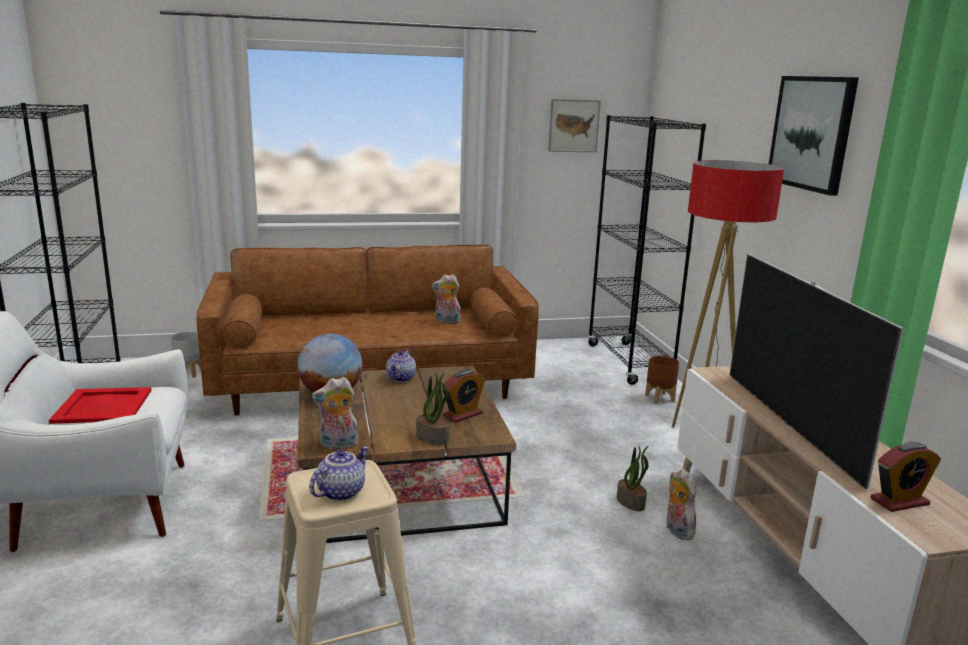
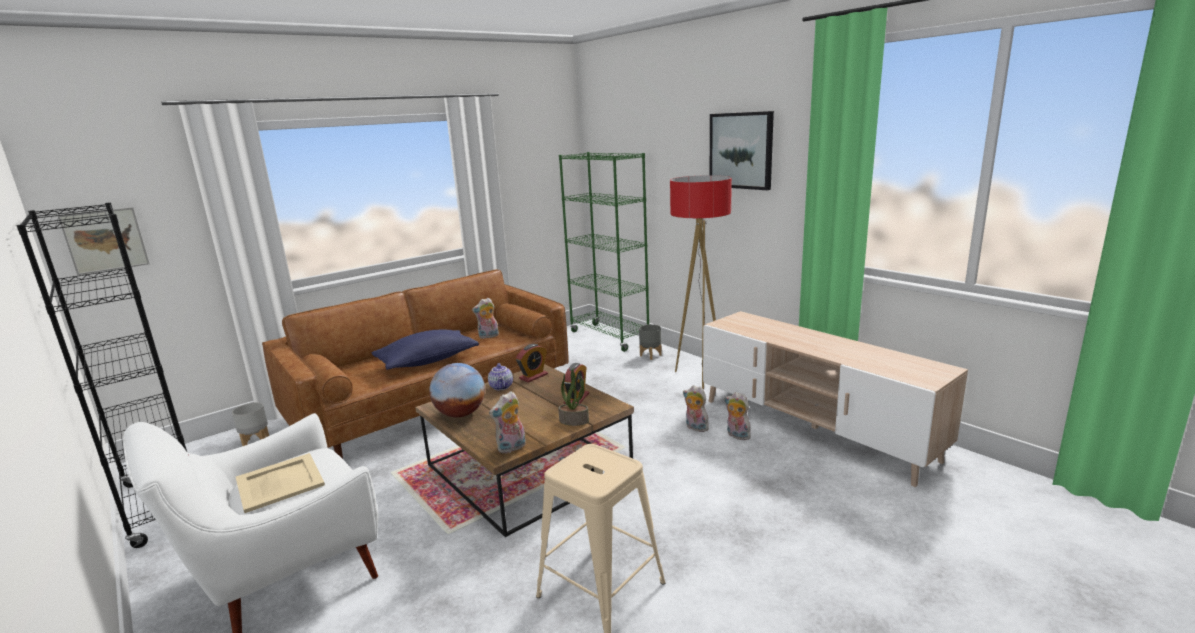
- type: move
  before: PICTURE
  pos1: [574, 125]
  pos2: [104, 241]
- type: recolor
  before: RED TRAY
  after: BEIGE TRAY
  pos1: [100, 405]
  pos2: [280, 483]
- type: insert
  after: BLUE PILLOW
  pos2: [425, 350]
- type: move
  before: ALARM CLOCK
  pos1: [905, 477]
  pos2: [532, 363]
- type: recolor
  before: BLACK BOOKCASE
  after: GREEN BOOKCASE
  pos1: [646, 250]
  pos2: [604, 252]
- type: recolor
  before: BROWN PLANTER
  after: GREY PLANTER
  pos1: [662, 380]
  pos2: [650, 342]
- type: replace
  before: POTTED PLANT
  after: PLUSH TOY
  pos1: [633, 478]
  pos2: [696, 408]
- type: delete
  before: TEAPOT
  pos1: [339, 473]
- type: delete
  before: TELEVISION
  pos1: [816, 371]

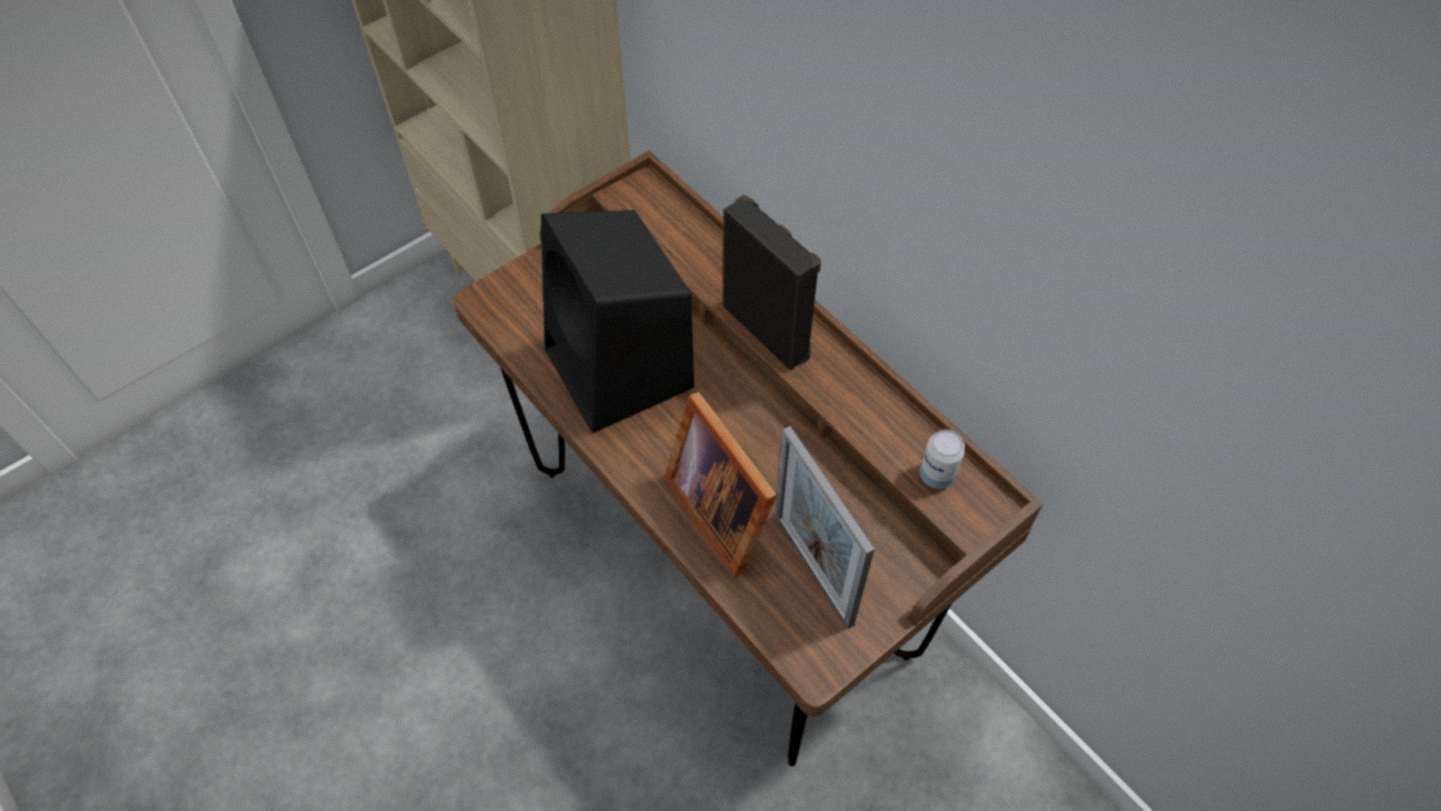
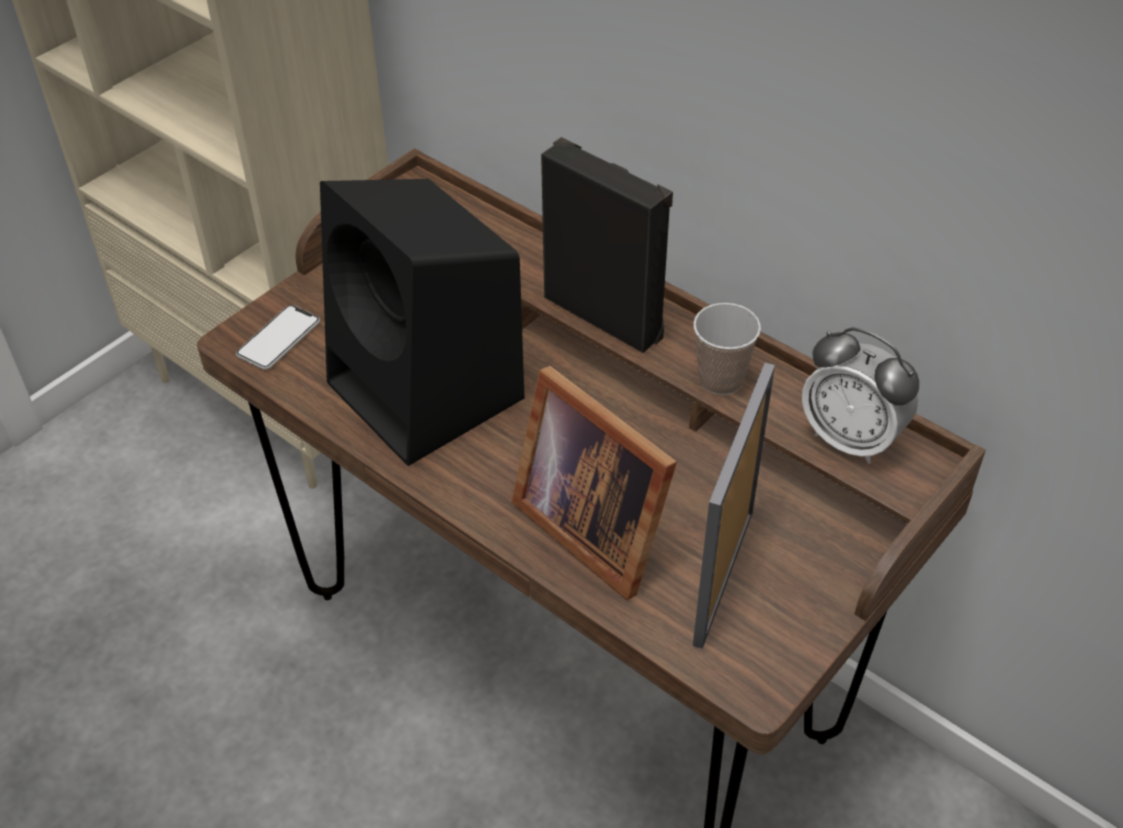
- type: insert
  after: PHONE
  pos2: [278, 337]
- type: insert
  after: CUP
  pos2: [727, 349]
- type: rotate
  before: PICTURE FRAME
  pos1: [825, 527]
  pos2: [734, 506]
  turn: 60
- type: replace
  before: CAN
  after: ALARM CLOCK
  pos1: [942, 459]
  pos2: [860, 395]

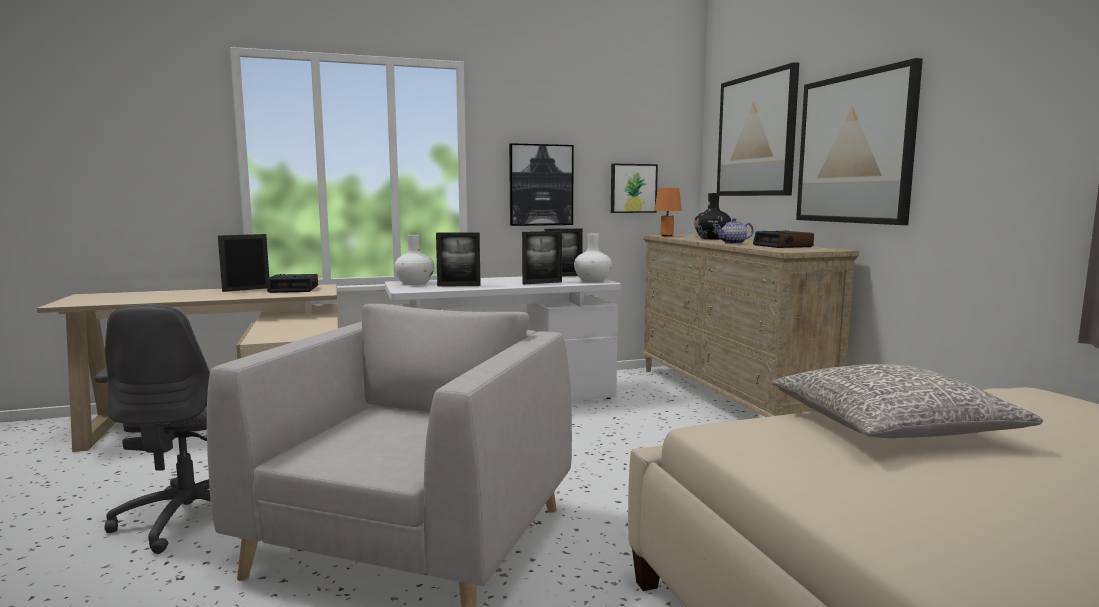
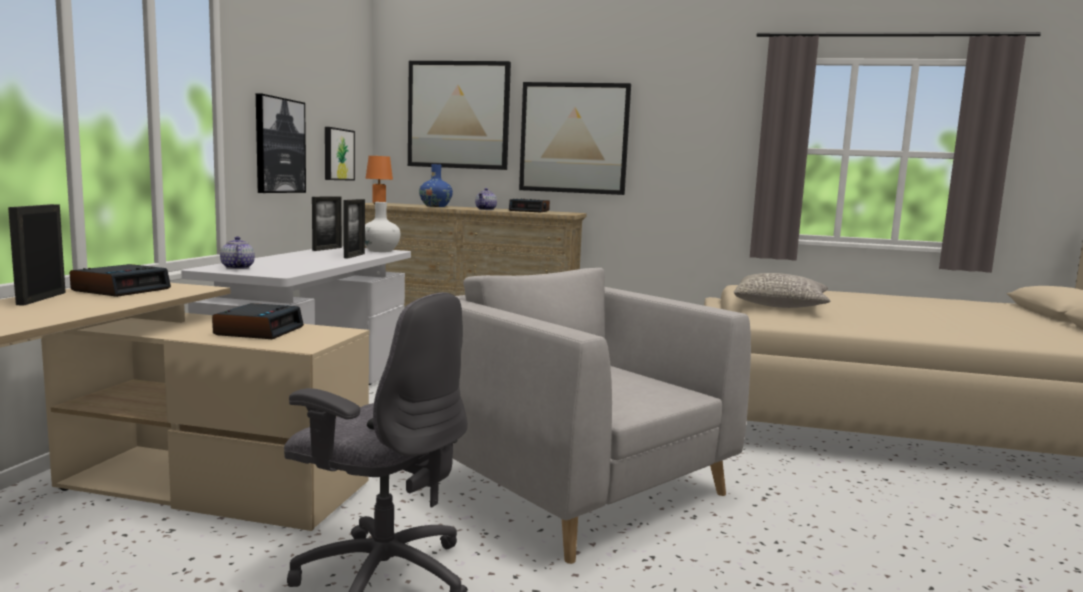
- type: insert
  after: ALARM CLOCK
  pos2: [258, 321]
- type: replace
  before: WHITE VASE
  after: TEAPOT
  pos1: [414, 260]
  pos2: [237, 252]
- type: recolor
  before: BLACK VASE
  after: BLUE VASE
  pos1: [712, 216]
  pos2: [436, 185]
- type: delete
  before: PICTURE FRAME
  pos1: [458, 259]

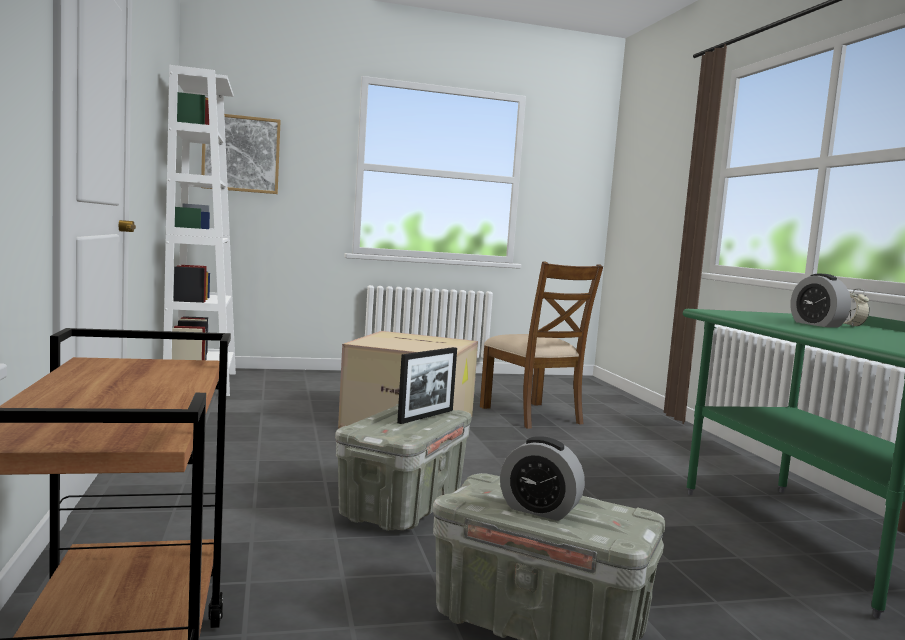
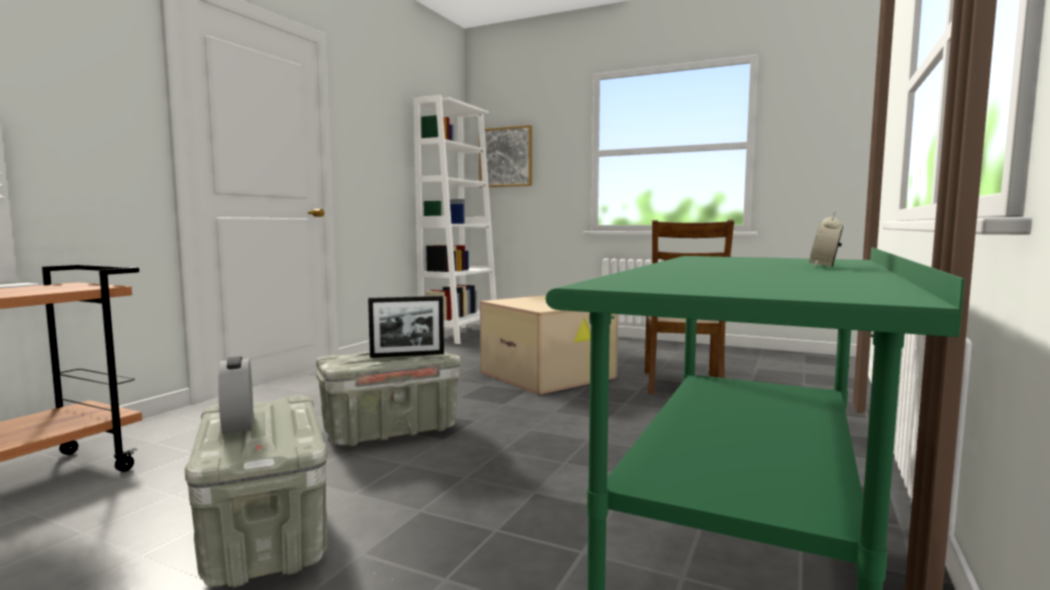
- type: delete
  before: ALARM CLOCK
  pos1: [820, 300]

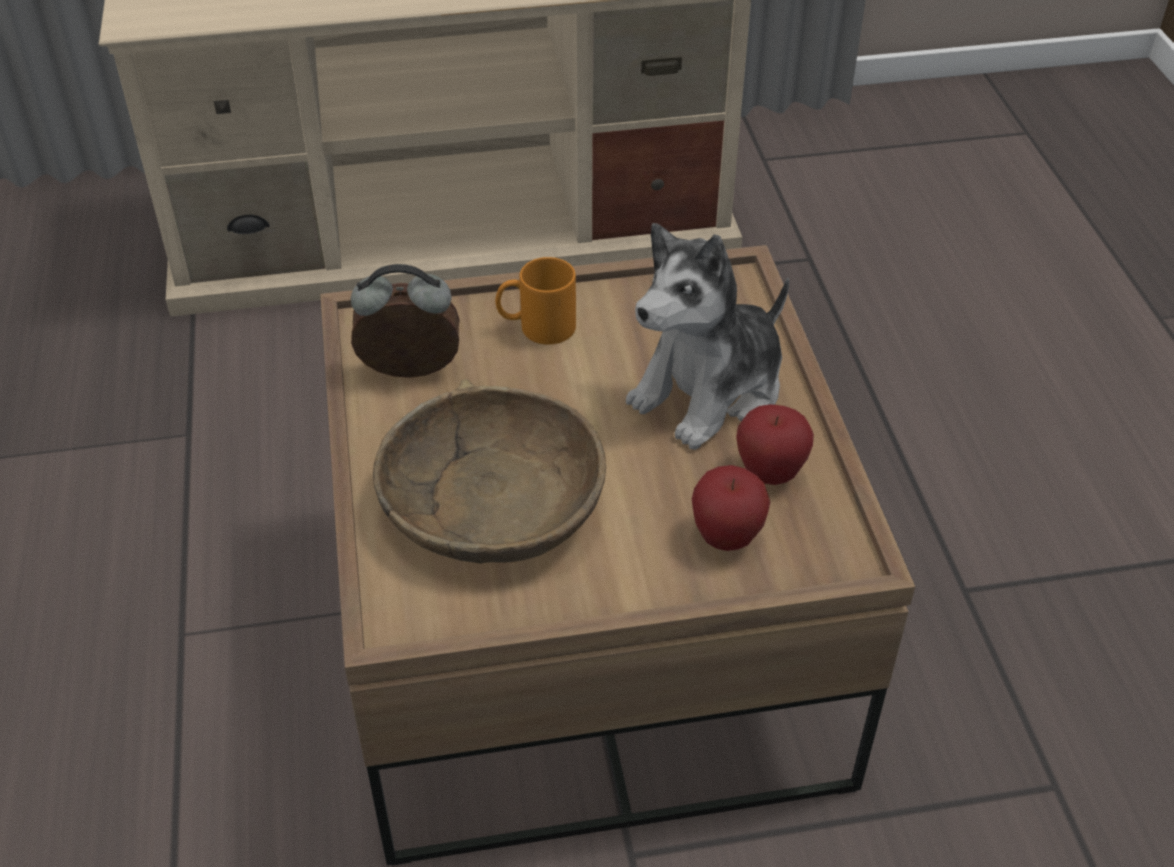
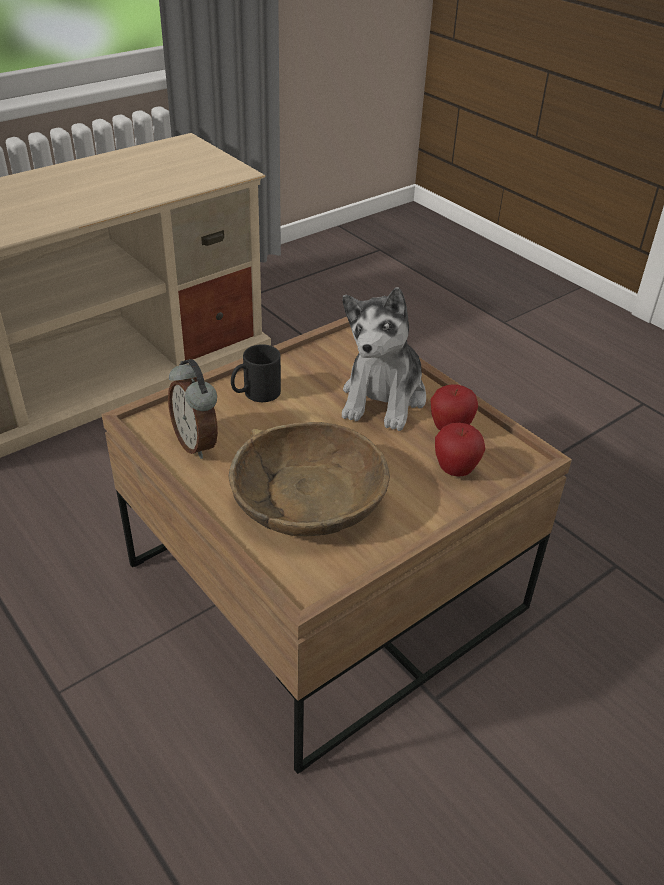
- type: rotate
  before: ALARM CLOCK
  pos1: [405, 321]
  pos2: [193, 409]
  turn: -90
- type: recolor
  before: ORANGE MUG
  after: BLACK MUG
  pos1: [535, 301]
  pos2: [256, 373]

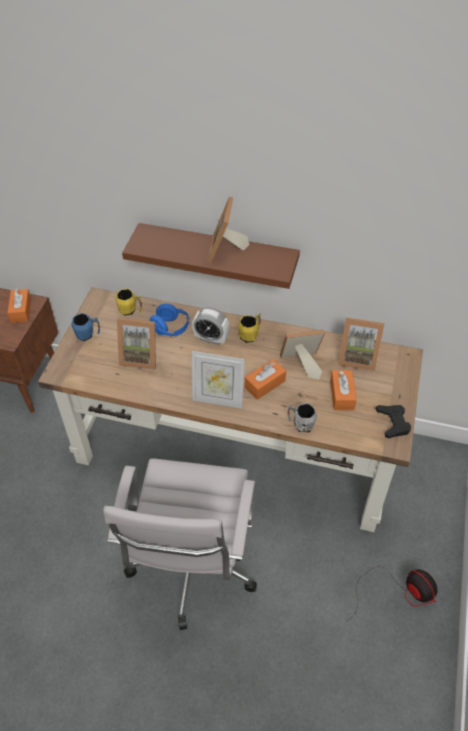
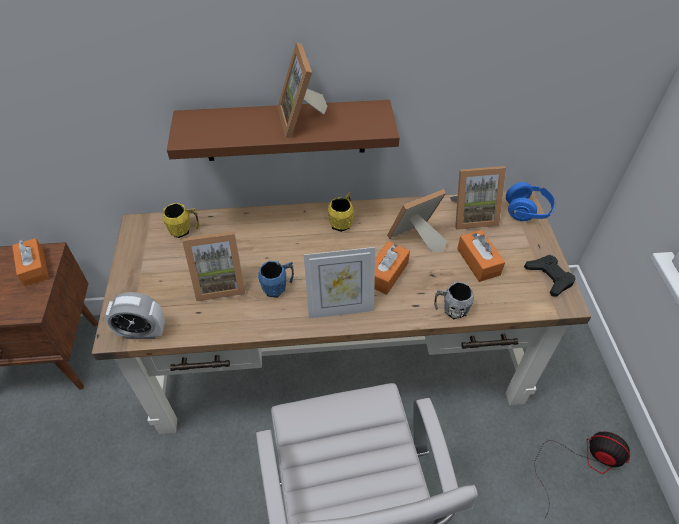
- type: move
  before: ALARM CLOCK
  pos1: [211, 326]
  pos2: [135, 315]
- type: move
  before: BLUE MUG
  pos1: [86, 327]
  pos2: [276, 279]
- type: move
  before: BLUE HEADPHONES
  pos1: [169, 320]
  pos2: [531, 201]

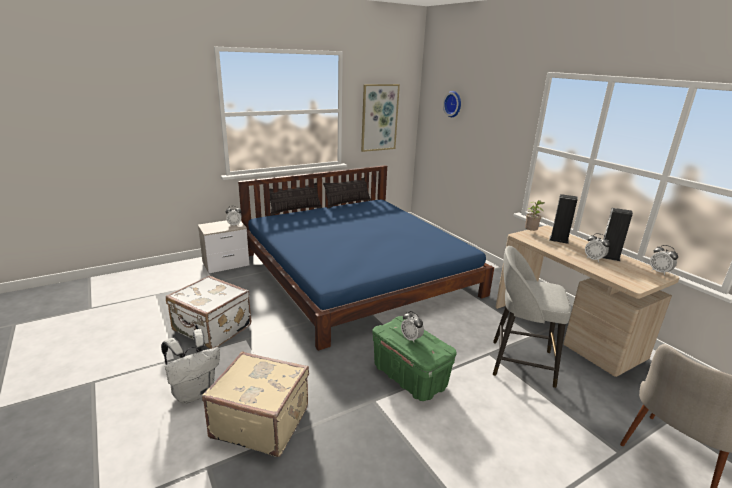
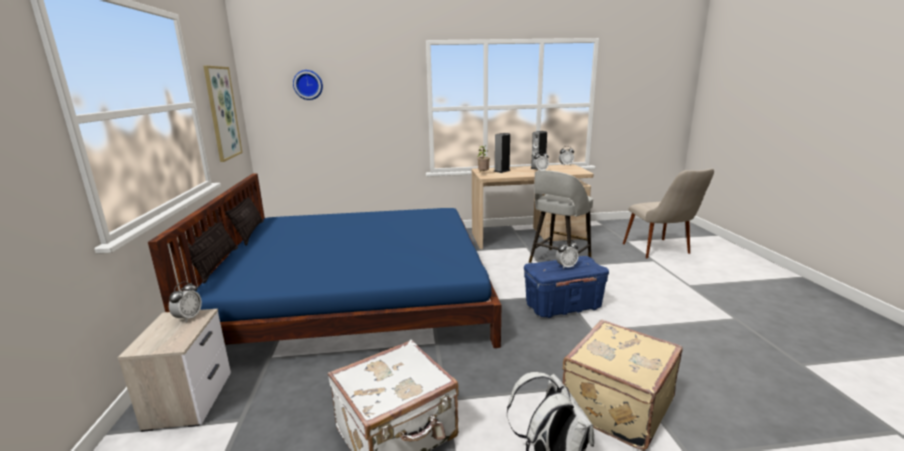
- type: recolor
  before: GREEN STORAGE BOX
  after: BLUE STORAGE BOX
  pos1: [414, 358]
  pos2: [566, 287]

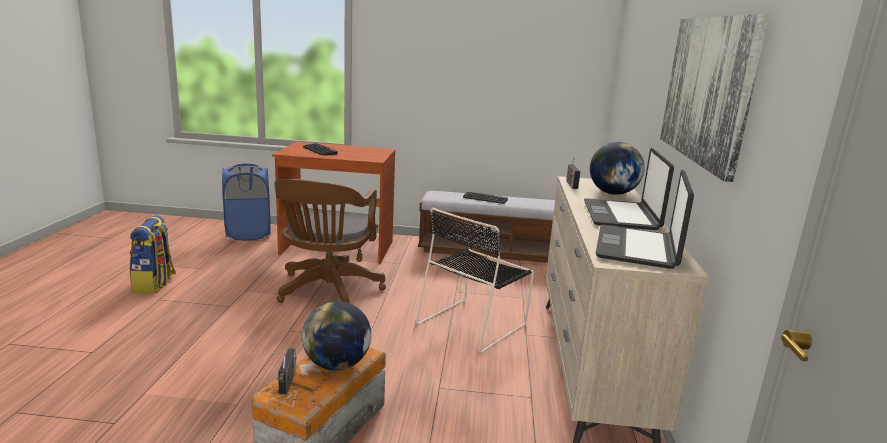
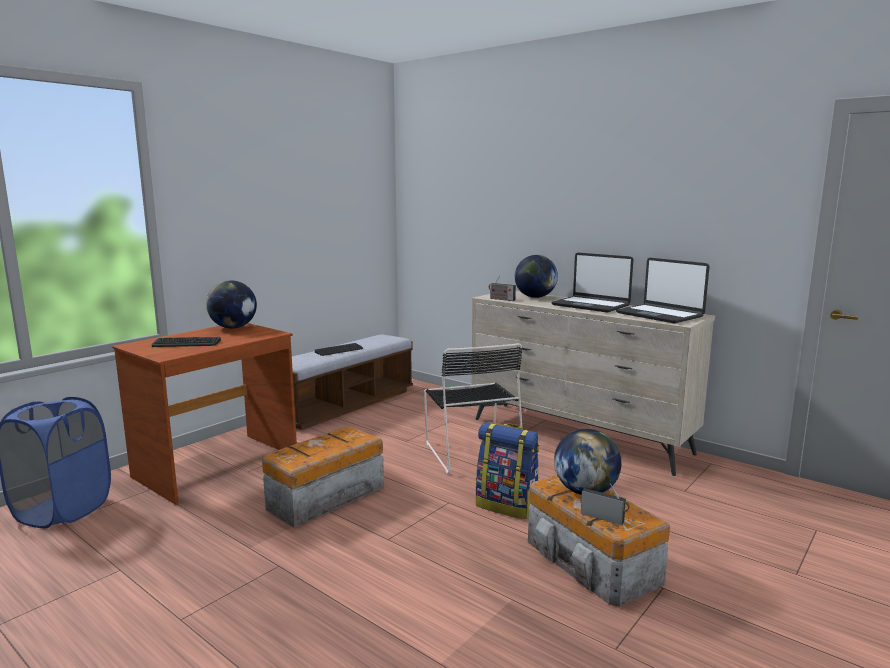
- type: insert
  after: GLOBE
  pos2: [231, 304]
- type: replace
  before: BROWN OFFICE CHAIR
  after: STORAGE BOX
  pos1: [330, 241]
  pos2: [323, 477]
- type: move
  before: BACKPACK
  pos1: [152, 254]
  pos2: [508, 471]
- type: delete
  before: PICTURE
  pos1: [715, 98]

